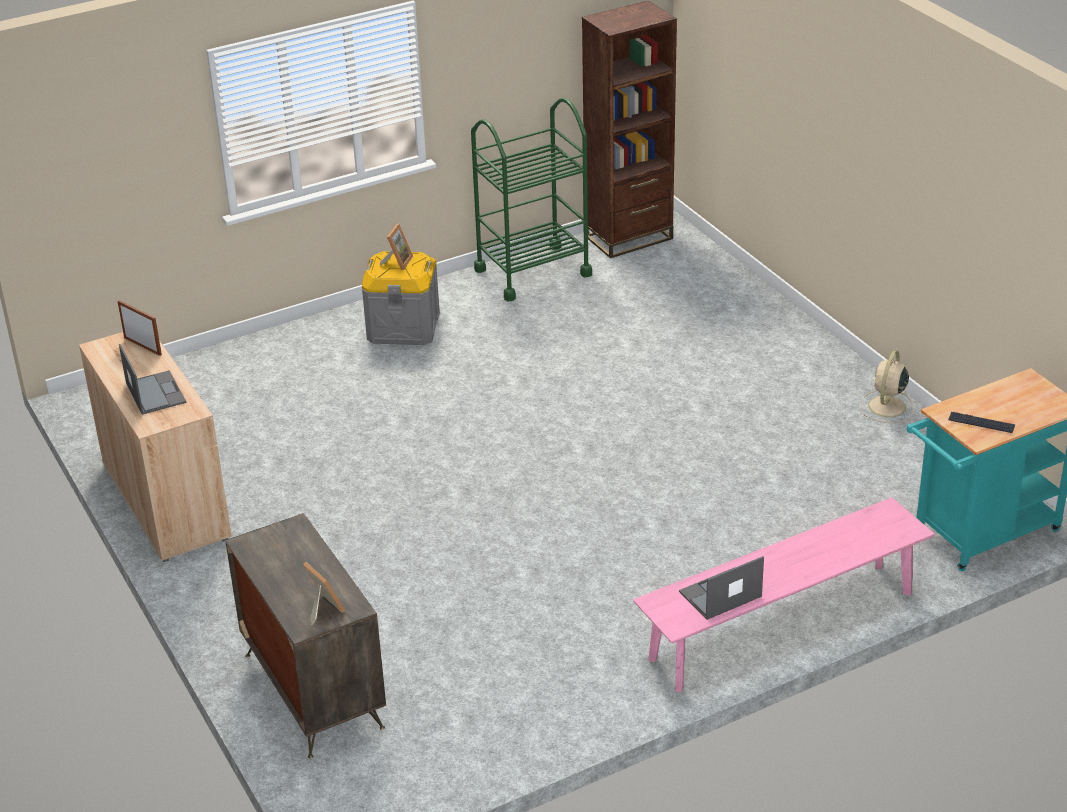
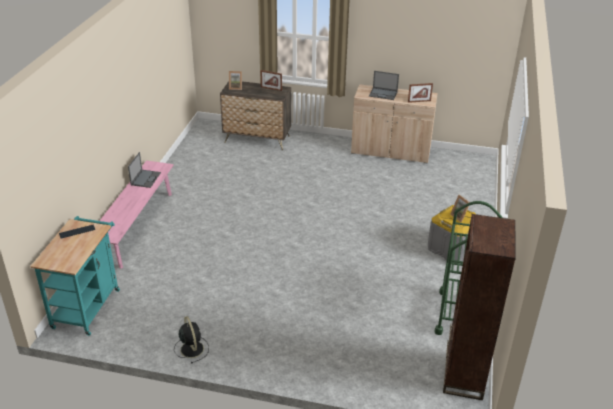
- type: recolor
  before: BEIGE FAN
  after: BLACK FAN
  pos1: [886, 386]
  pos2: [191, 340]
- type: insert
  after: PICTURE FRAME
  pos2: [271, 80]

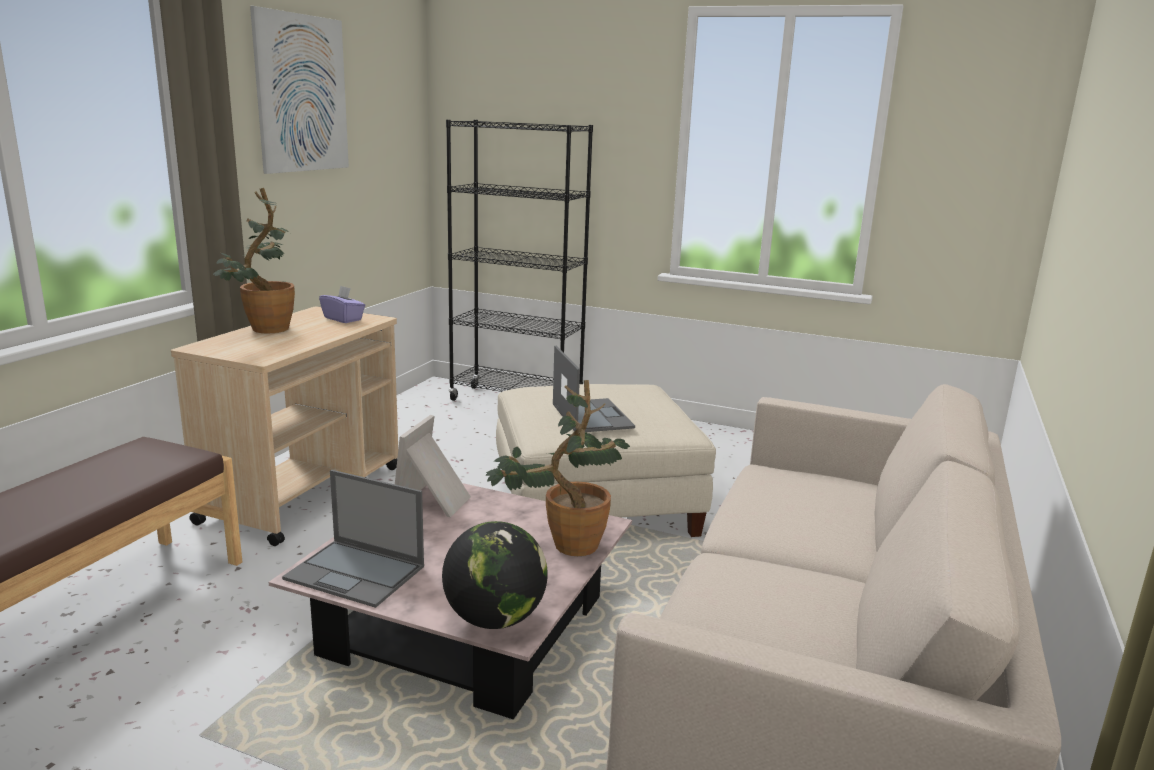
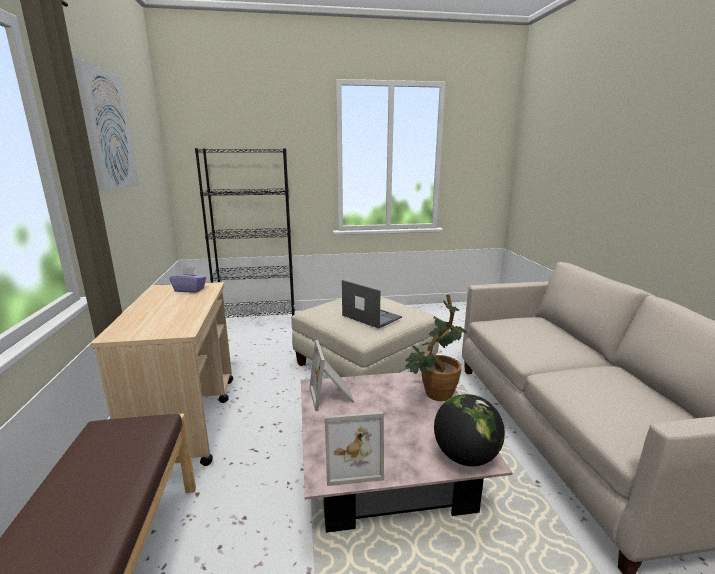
- type: replace
  before: LAPTOP
  after: PICTURE FRAME
  pos1: [353, 539]
  pos2: [354, 449]
- type: delete
  before: POTTED PLANT
  pos1: [254, 260]

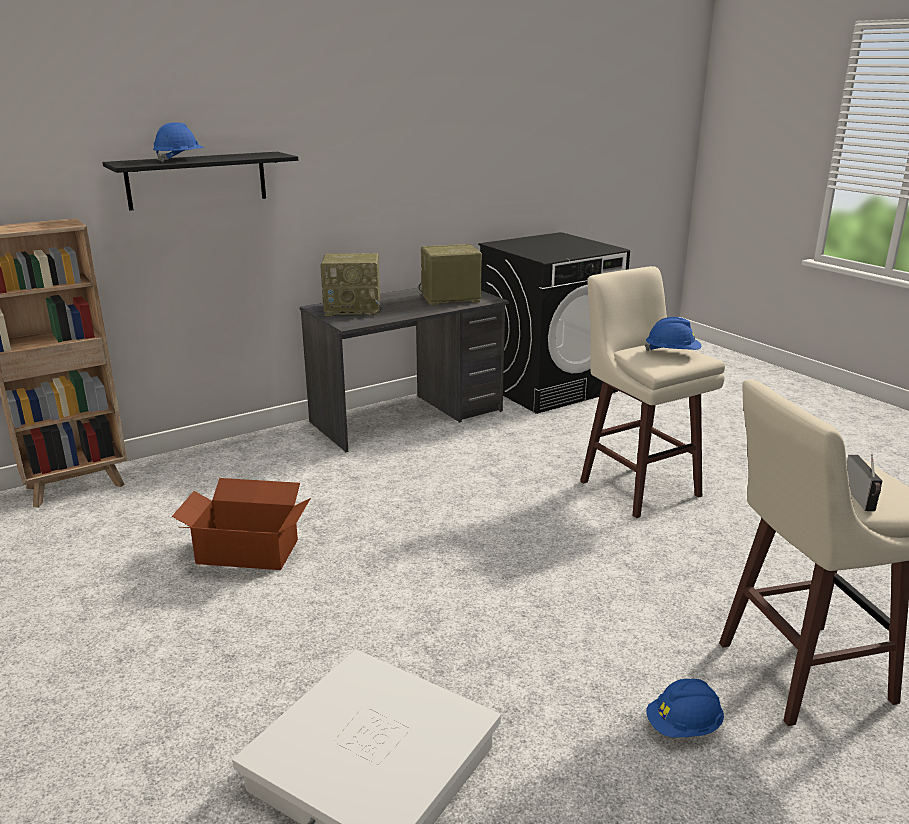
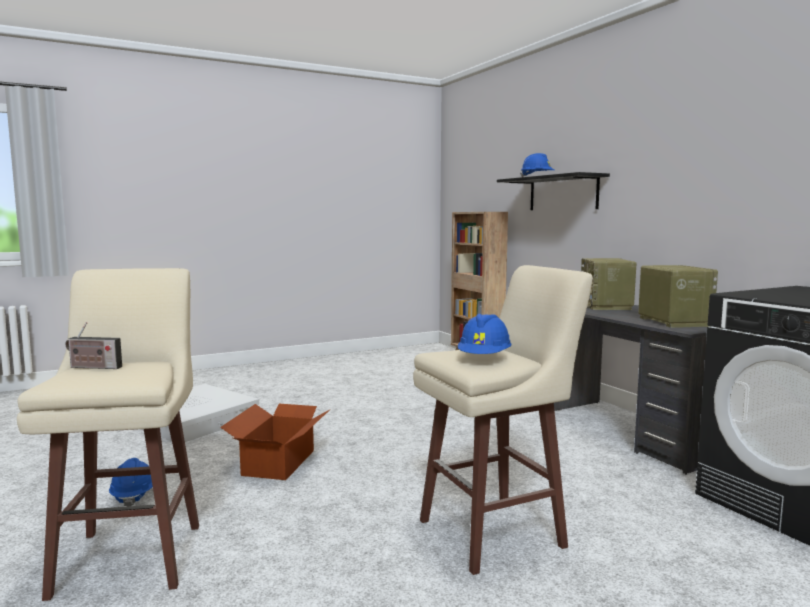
- type: move
  before: CARDBOARD BOX
  pos1: [241, 524]
  pos2: [274, 442]

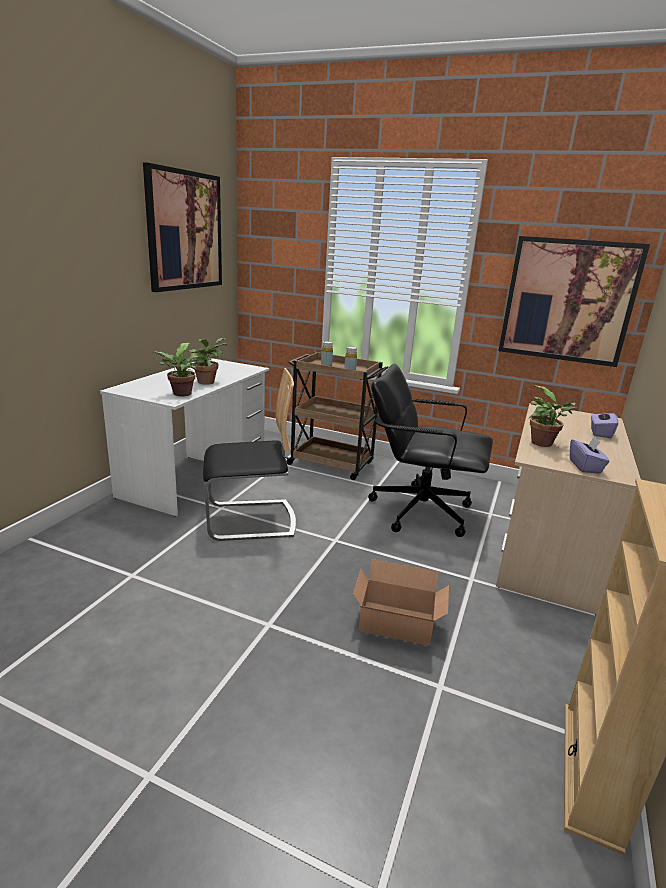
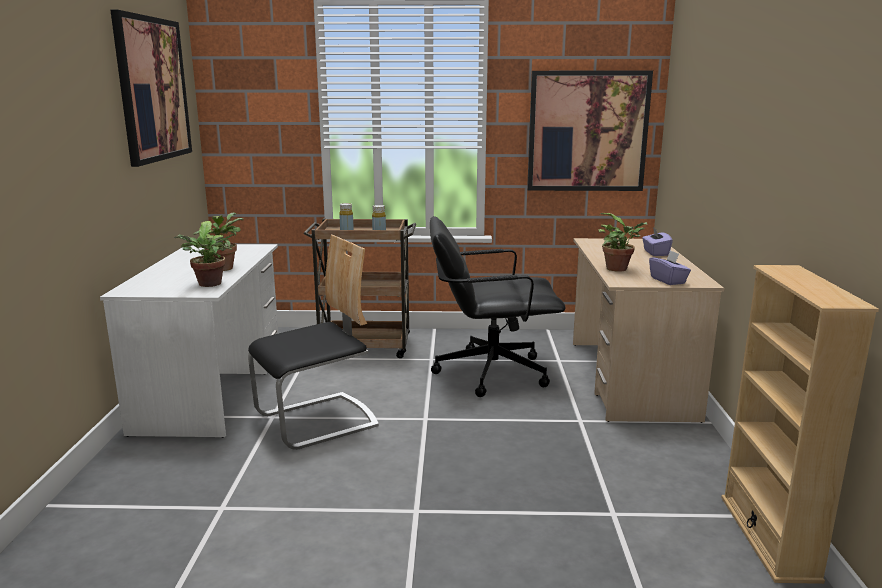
- type: delete
  before: CARDBOARD BOX
  pos1: [401, 602]

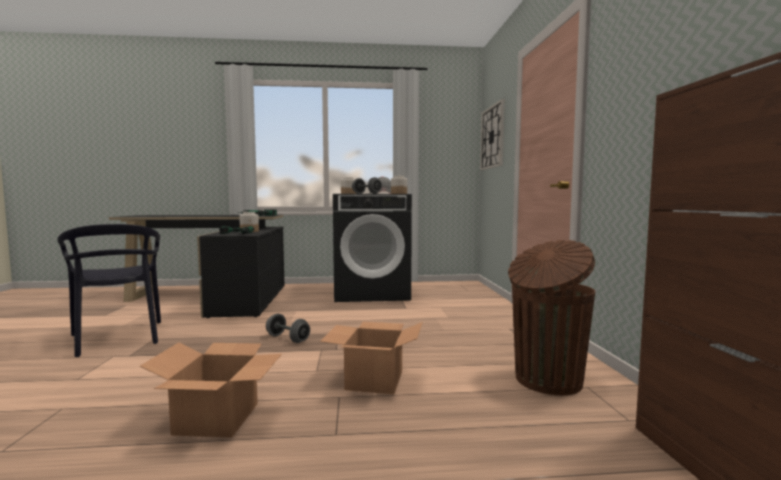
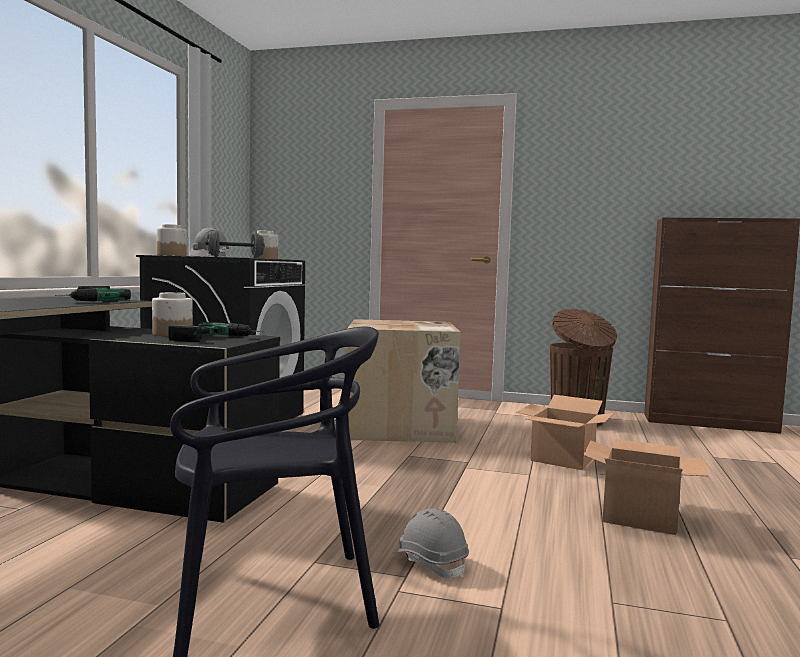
- type: insert
  after: CARDBOARD BOX
  pos2: [404, 381]
- type: insert
  after: GREY HARD HAT
  pos2: [431, 543]
- type: delete
  before: GREY DUMBBELL
  pos1: [288, 328]
- type: delete
  before: WALL CLOCK
  pos1: [492, 134]

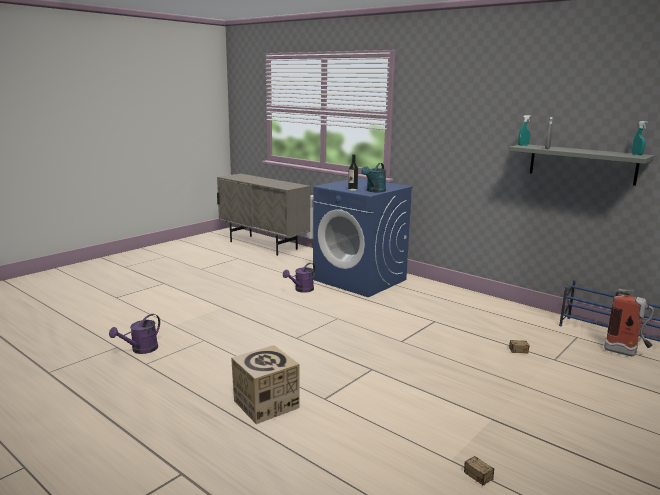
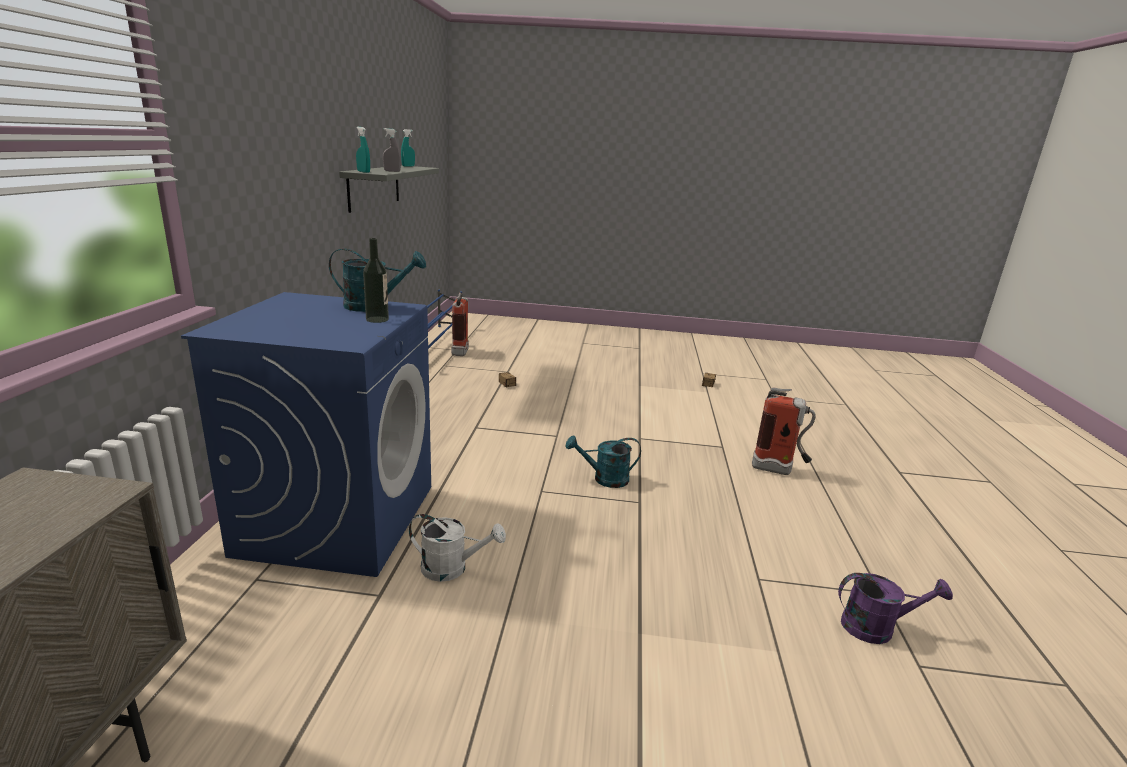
- type: recolor
  before: PURPLE WATERING CAN
  after: WHITE WATERING CAN
  pos1: [299, 277]
  pos2: [457, 548]
- type: insert
  after: TURQUOISE WATERING CAN
  pos2: [603, 461]
- type: replace
  before: CARDBOARD BOX
  after: FIRE EXTINGUISHER
  pos1: [265, 384]
  pos2: [784, 431]

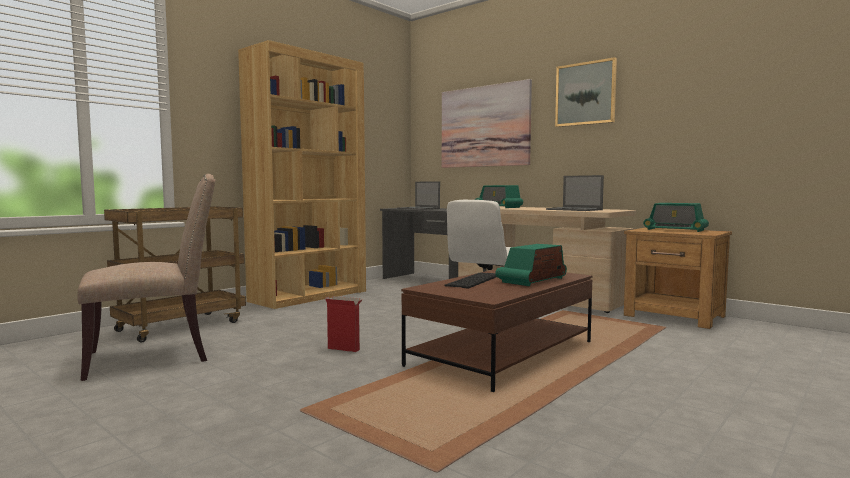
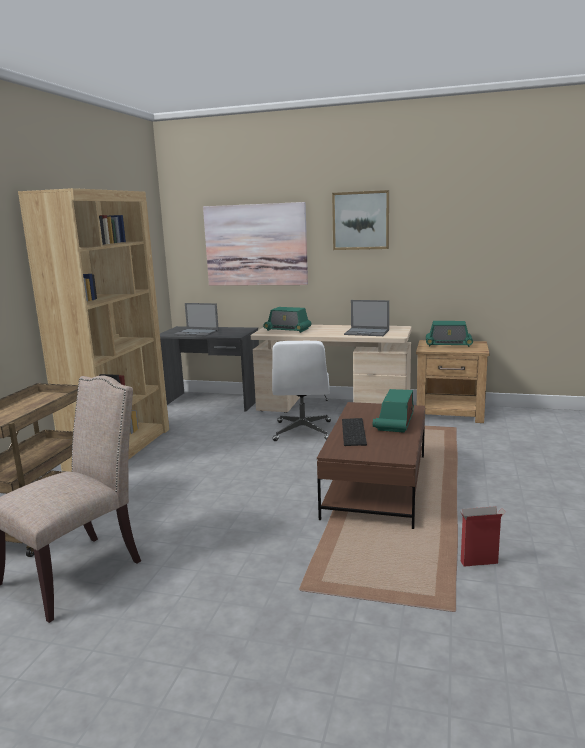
- type: move
  before: CARDBOARD BOX
  pos1: [344, 324]
  pos2: [483, 536]

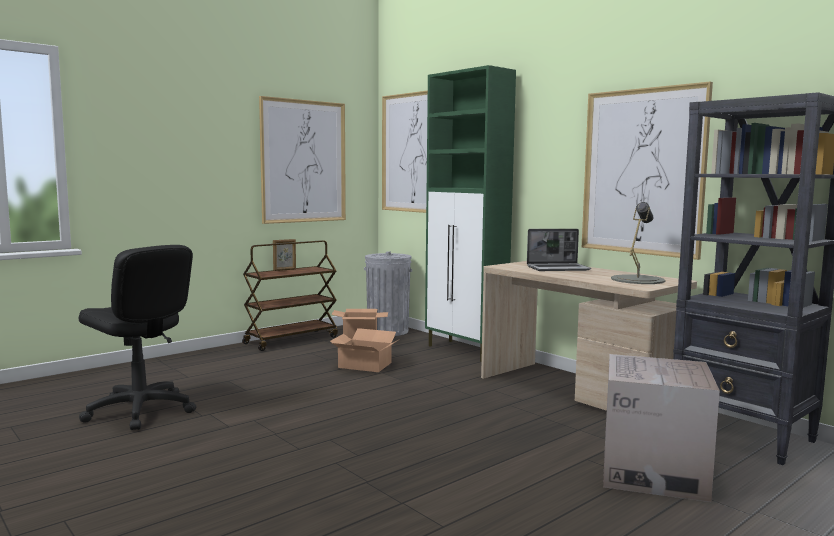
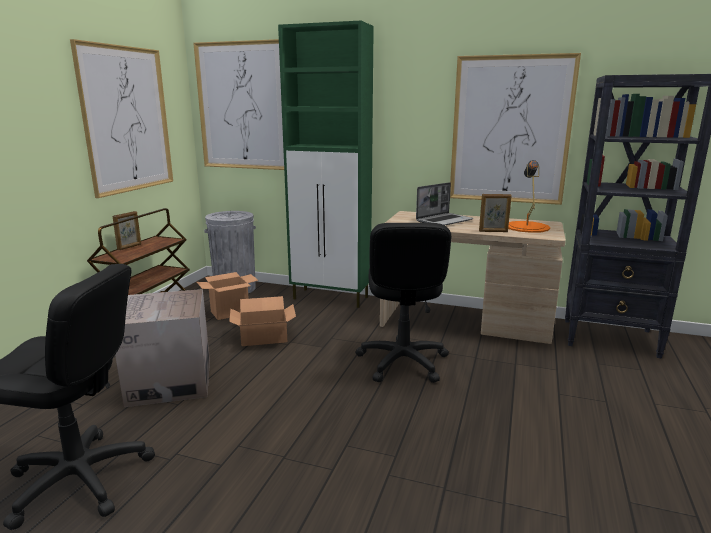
- type: move
  before: CARDBOARD BOX
  pos1: [661, 428]
  pos2: [162, 348]
- type: insert
  after: BLACK OFFICE CHAIR
  pos2: [403, 303]
- type: insert
  after: PICTURE FRAME
  pos2: [495, 213]
- type: recolor
  before: GREY TABLE LAMP
  after: ORANGE TABLE LAMP
  pos1: [638, 243]
  pos2: [529, 196]

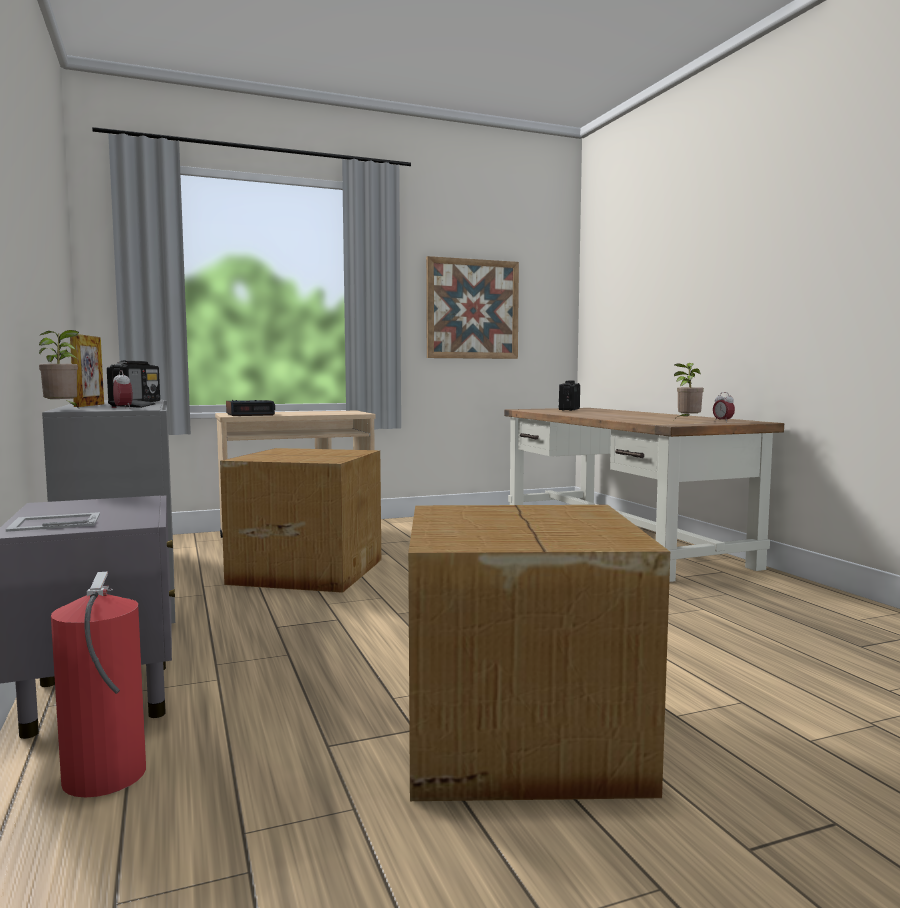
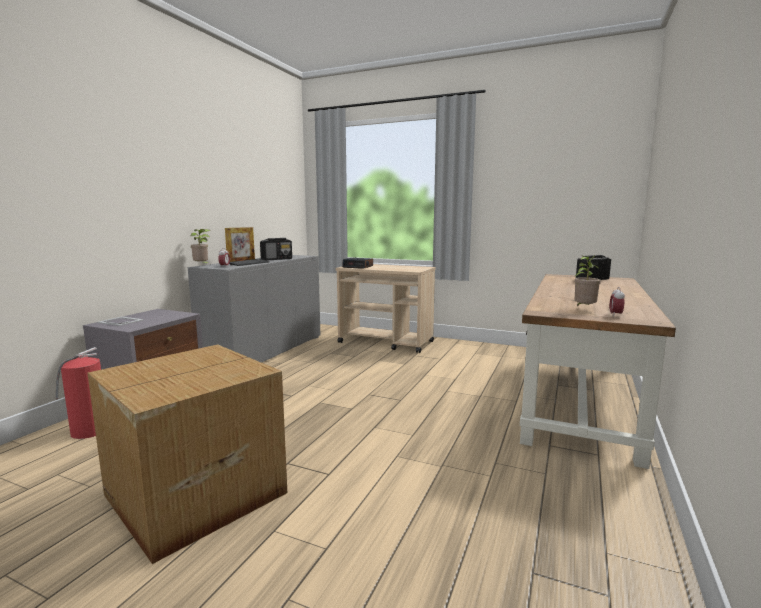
- type: delete
  before: CARDBOARD BOX
  pos1: [300, 520]
- type: delete
  before: PICTURE
  pos1: [472, 307]

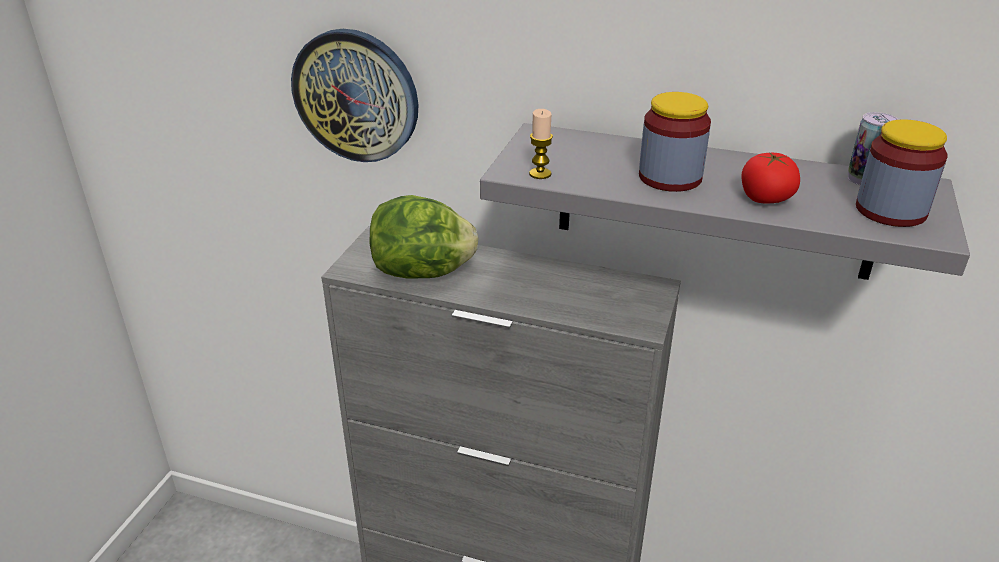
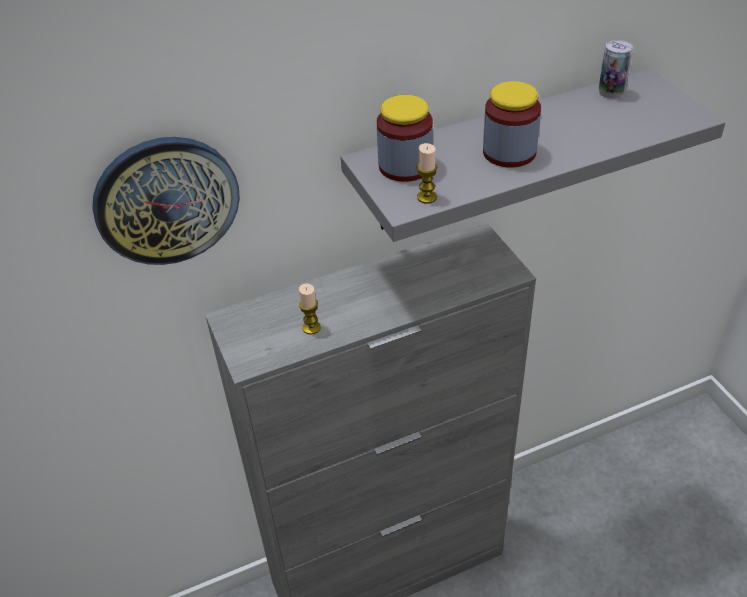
- type: replace
  before: LETTUCE
  after: CANDLE
  pos1: [424, 236]
  pos2: [310, 308]
- type: move
  before: JAR
  pos1: [902, 173]
  pos2: [405, 138]
- type: delete
  before: TOMATO
  pos1: [770, 177]

